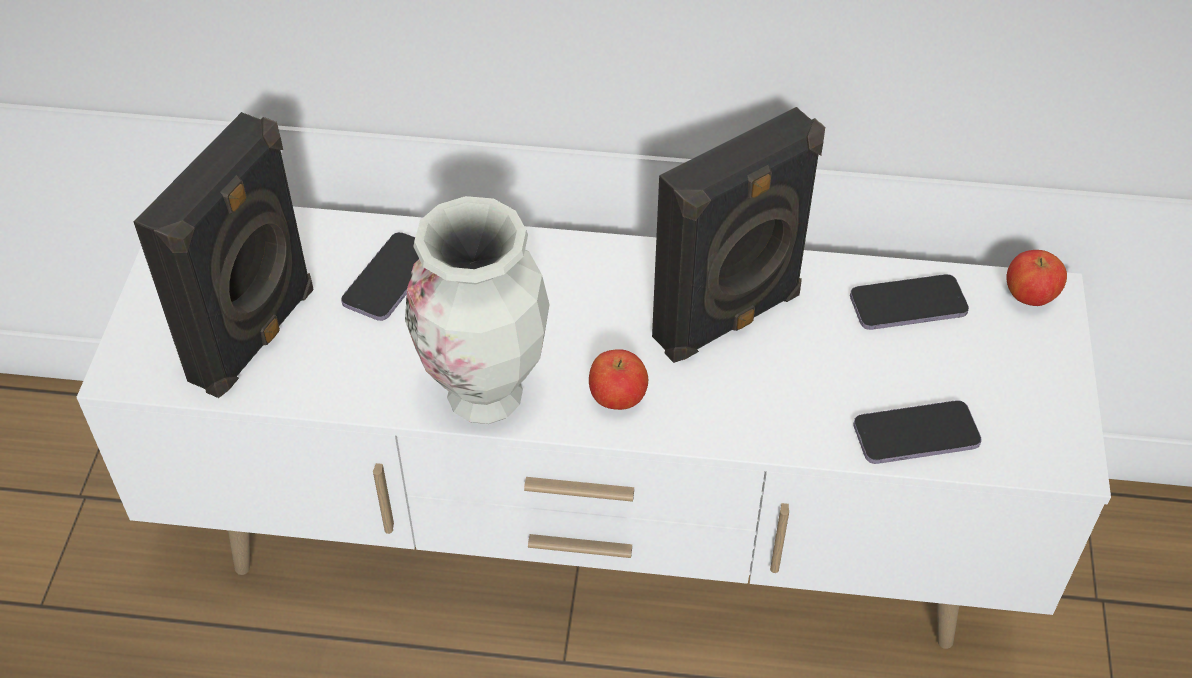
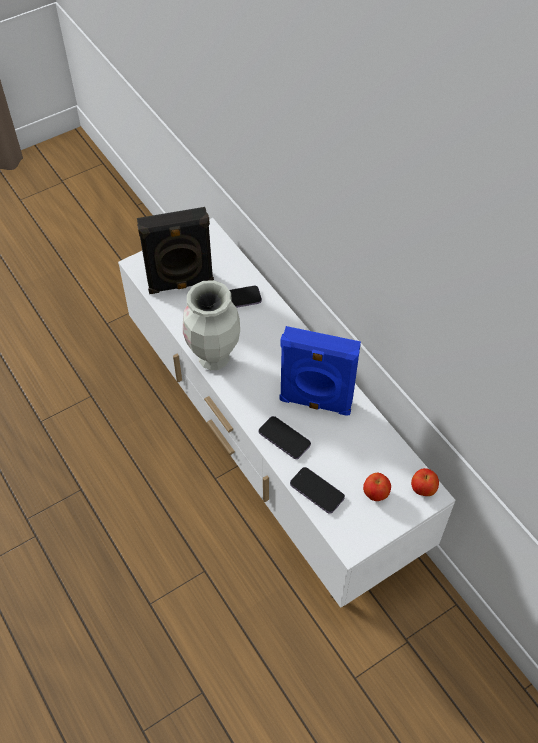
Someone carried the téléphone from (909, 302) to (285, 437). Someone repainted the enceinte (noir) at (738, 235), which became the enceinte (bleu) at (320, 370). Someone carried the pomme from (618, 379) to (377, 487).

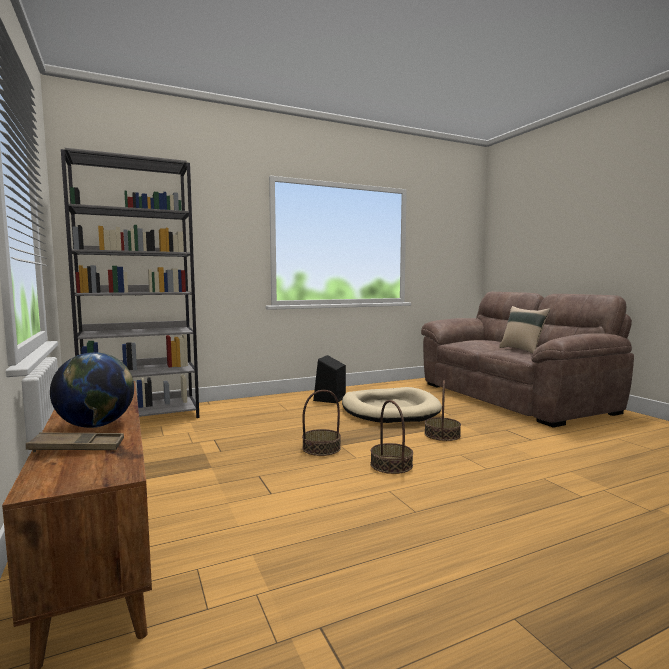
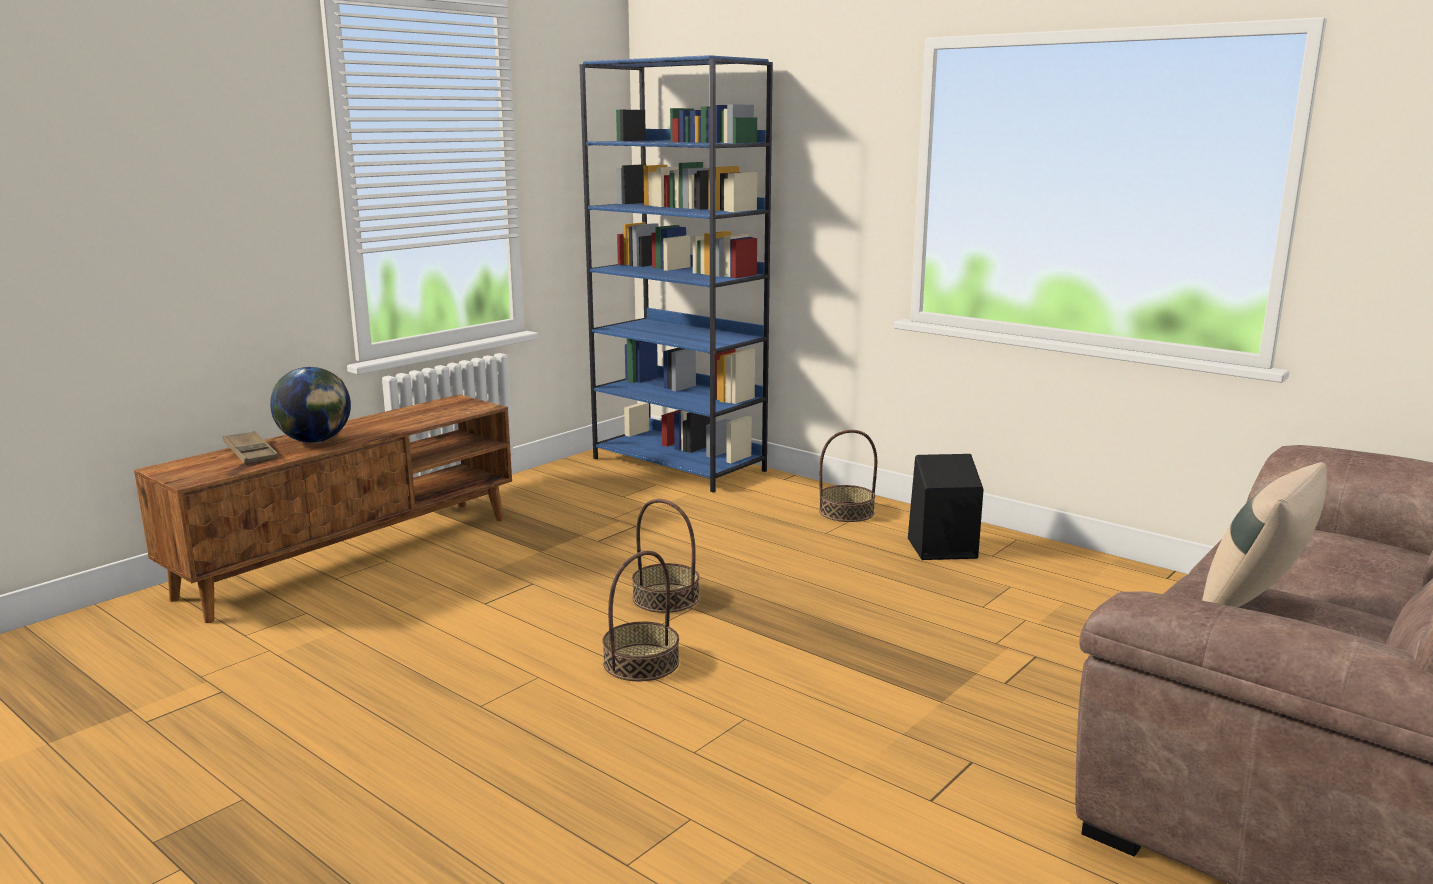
Someone repainted the bibliothèque (gris) at (130, 283), which became the bibliothèque (bleu) at (676, 274). Someone carried the panier from (442, 410) to (848, 476). Someone took away the panier pour chien (beige) at (392, 405).

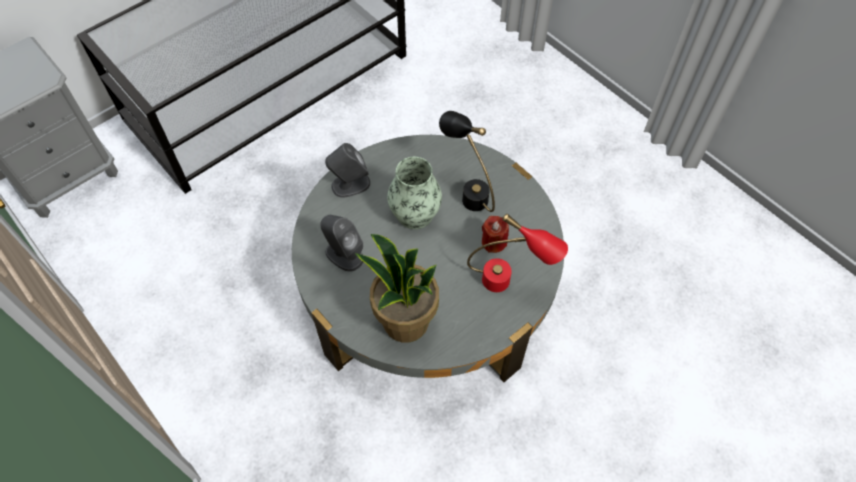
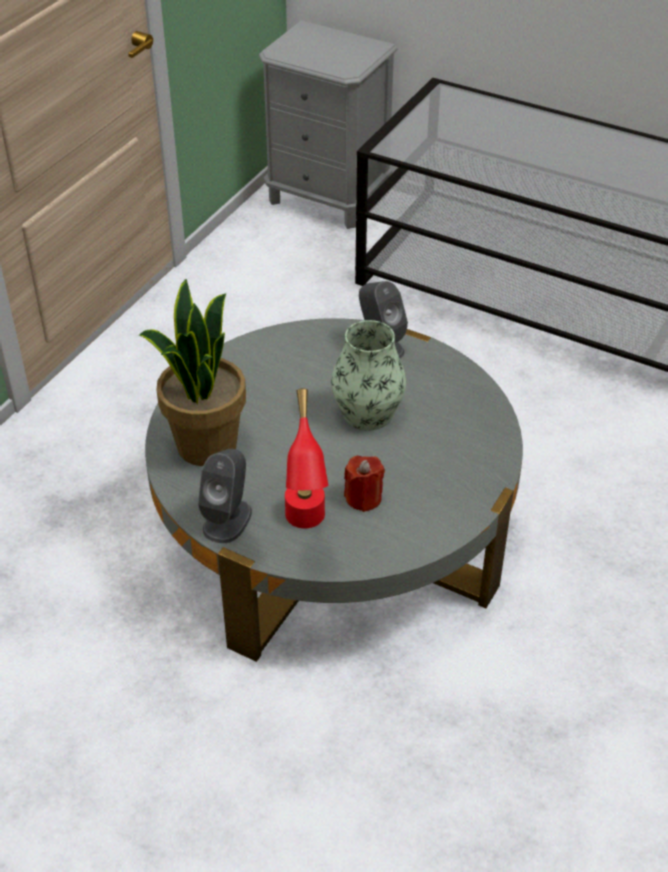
Someone carried the enceinte (gris) from (341, 243) to (225, 496). Someone took away the lampe de table (noir) at (467, 161).

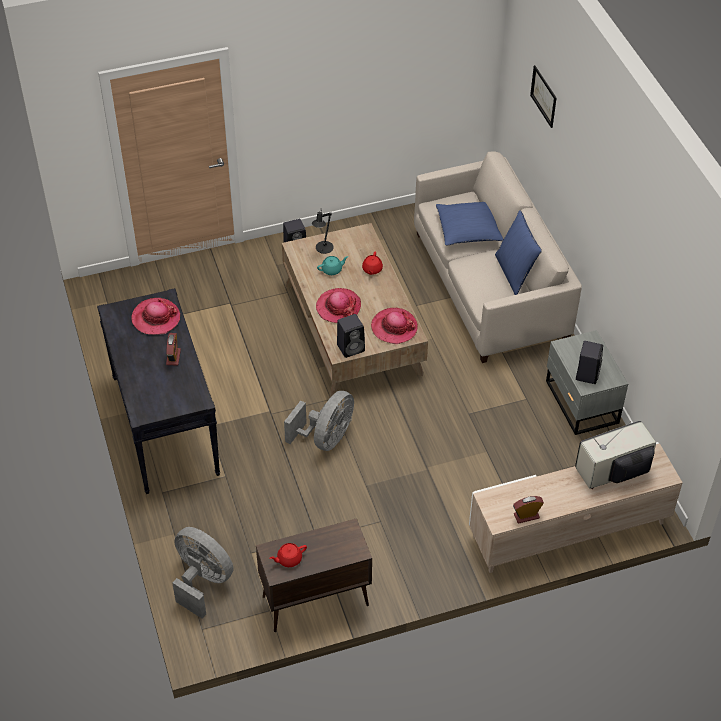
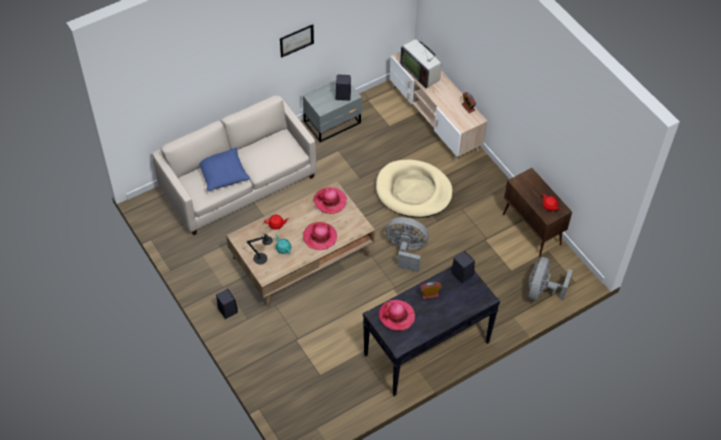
Someone carried the tableau from (543, 96) to (297, 41). Someone put down the panier pour chien (beige) at (414, 188). Someone carried the enceinte (noir) from (351, 336) to (463, 267). Someone took away the coussin (bleu) at (518, 252).

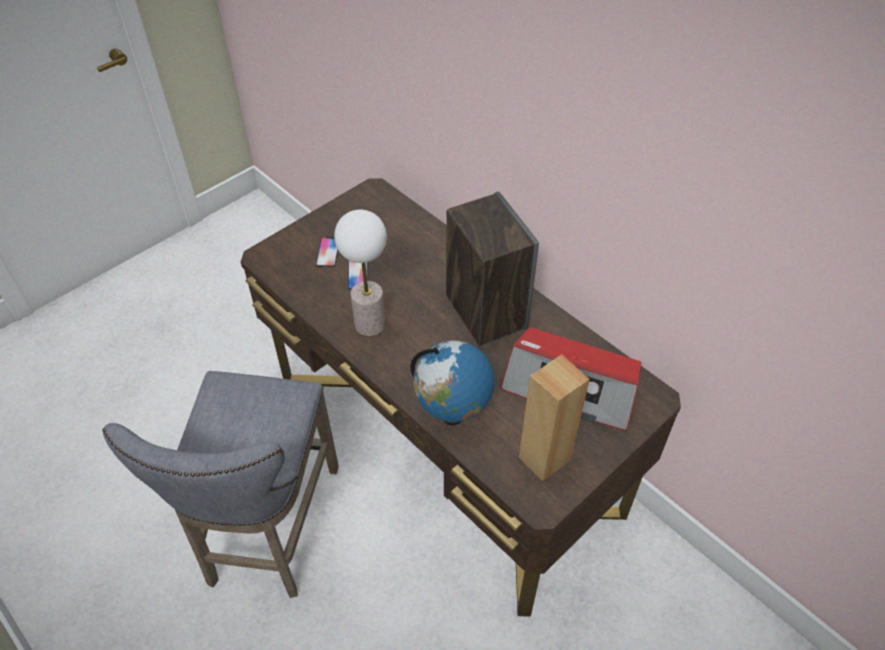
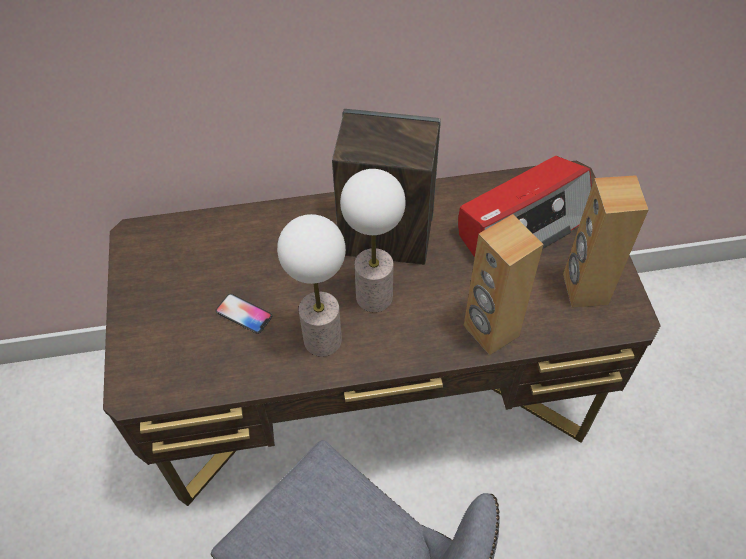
Someone put down the lampe de table at (373, 240). Someone swapped the globe at (453, 383) for the enceinte (marron) at (504, 284). Someone took away the téléphone at (326, 252).

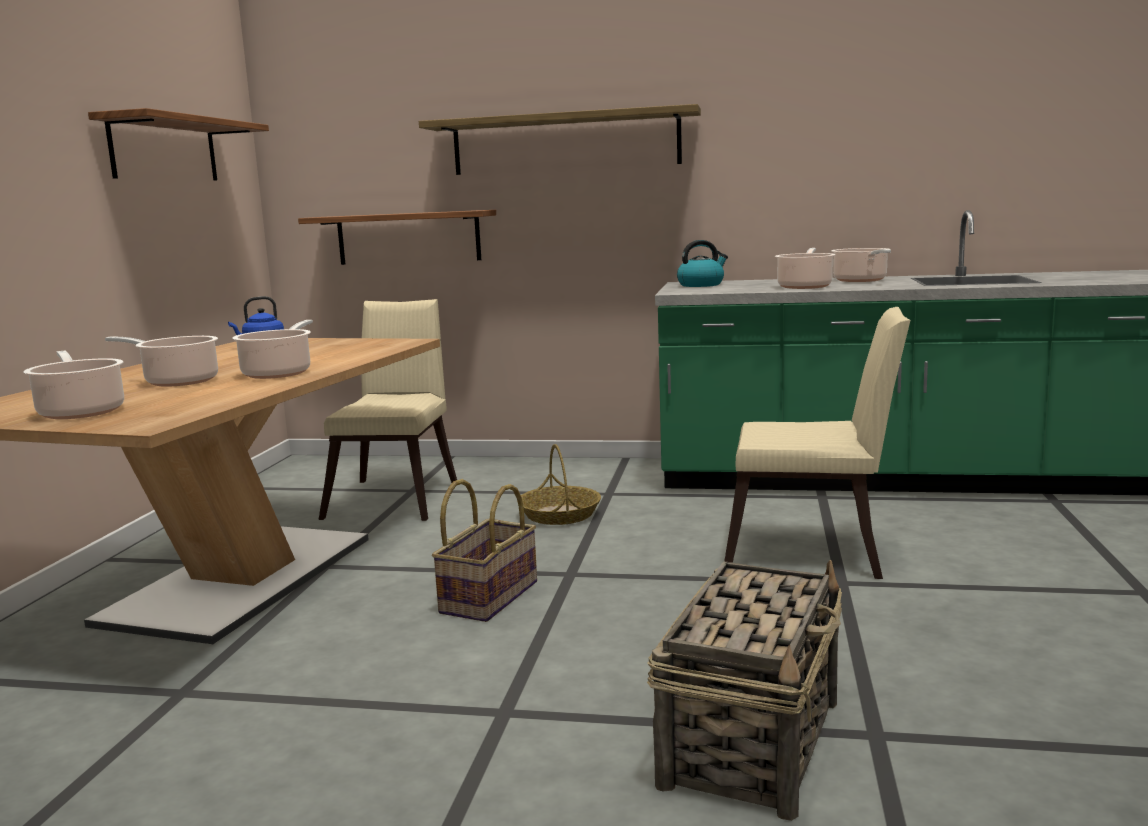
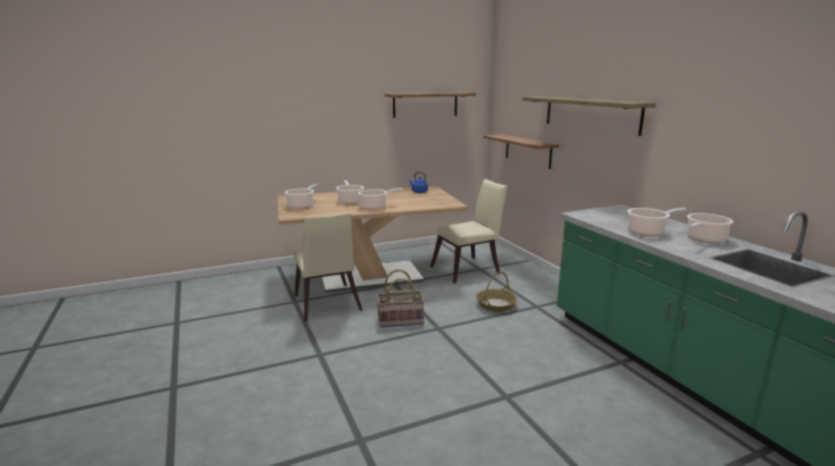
Someone carried the chaise (beige) from (817, 443) to (328, 267). Someone took away the panier at (744, 690). Someone took away the bouilloire at (702, 263).

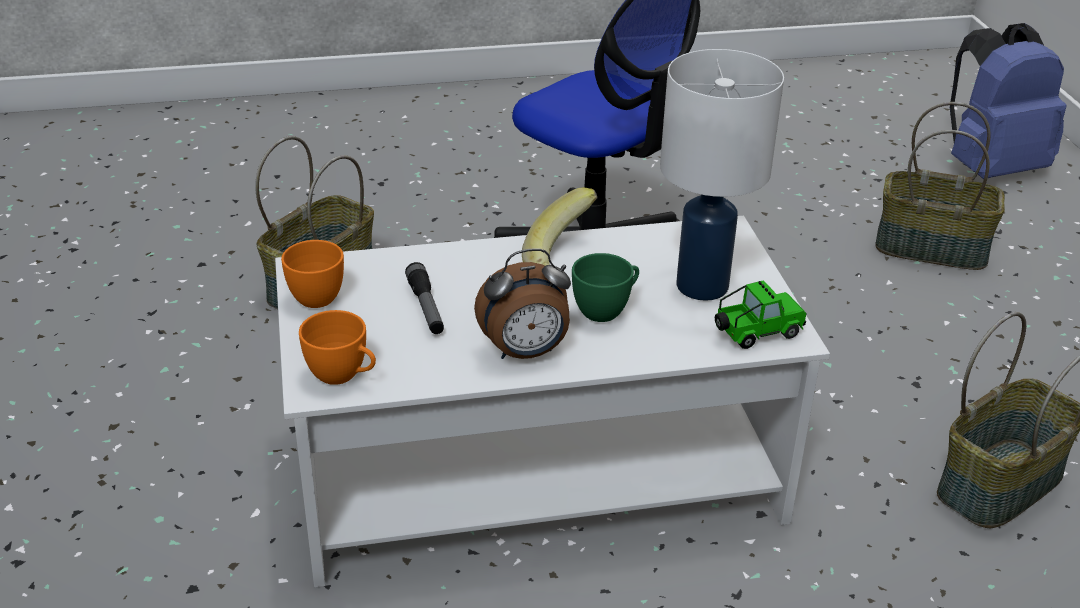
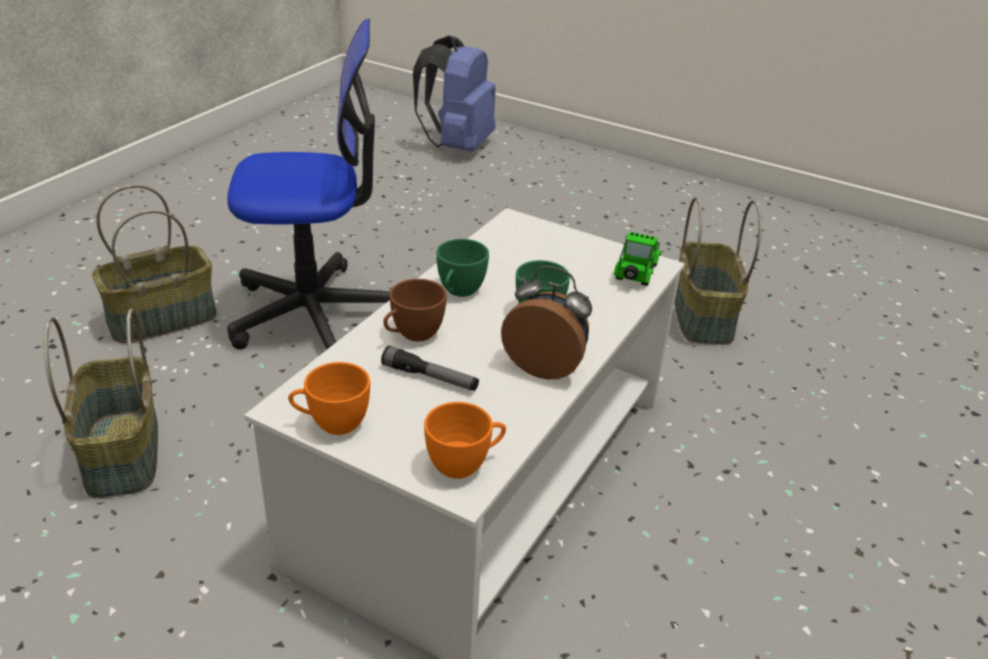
Someone carried the panier from (940, 186) to (154, 264). Someone put down the tasse (marron) at (415, 310). Someone swapped the banane at (560, 226) for the tasse (vert) at (462, 268). Someone rotated the réveil at (522, 303) by 90 degrees counterclockwise. Someone took away the lampe de table (blanc) at (722, 175).

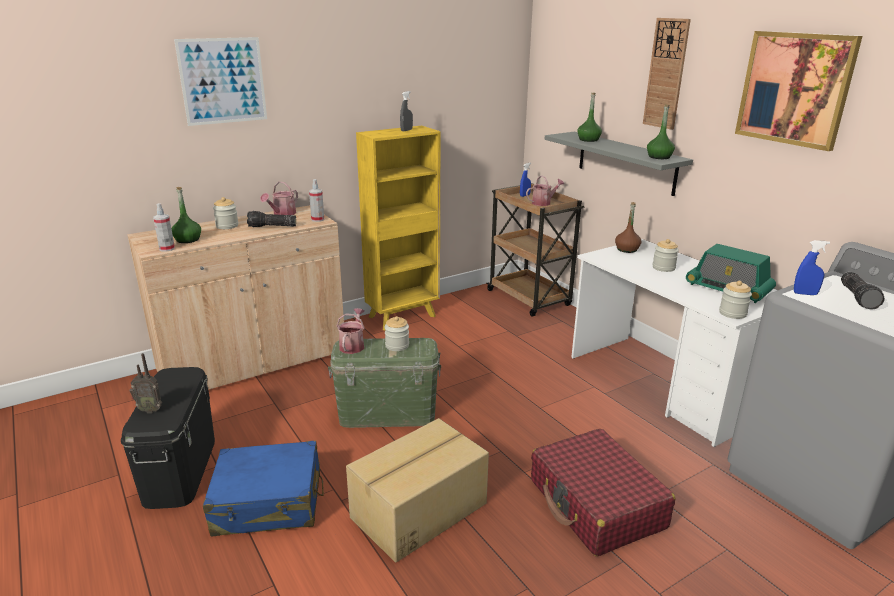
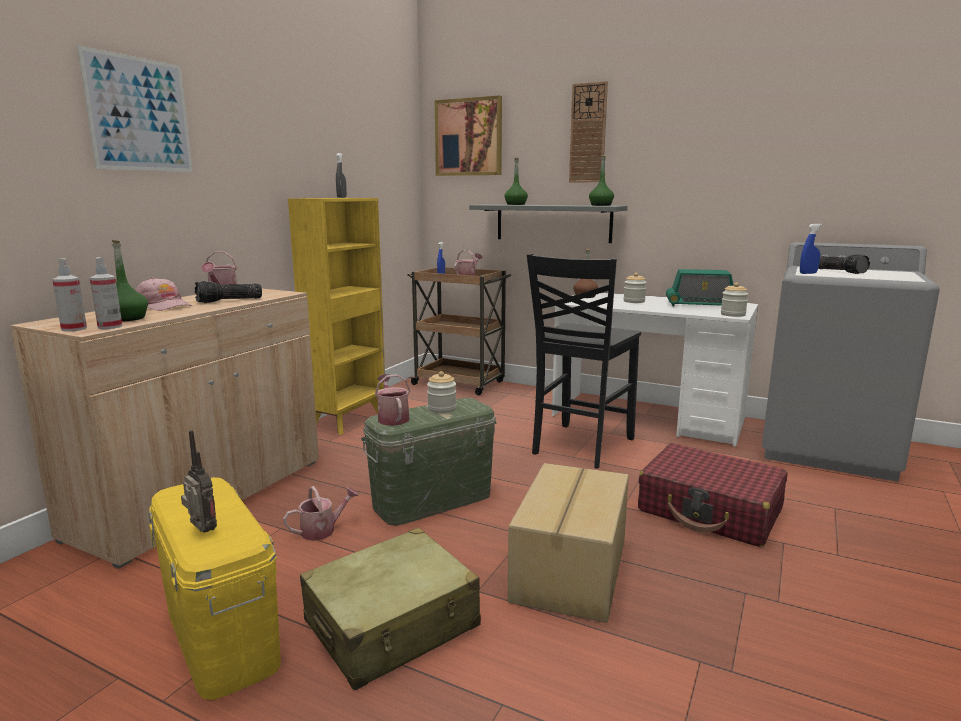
Someone carried the vaporisateur from (316, 200) to (69, 294). Someone swapped the bocal at (225, 213) for the casquette (rose) at (163, 294). Someone repainted the boîte de rangement (noir) at (168, 438), which became the boîte de rangement (jaune) at (214, 588). Someone rotated the radio at (146, 383) by 105 degrees counterclockwise. Someone put down the arrosoir at (321, 513). Someone repainted the valise (bleu) at (263, 488), which became the valise (beige) at (390, 608). Someone carried the tableau from (798, 91) to (468, 135). Someone put down the chaise (noir) at (584, 361).

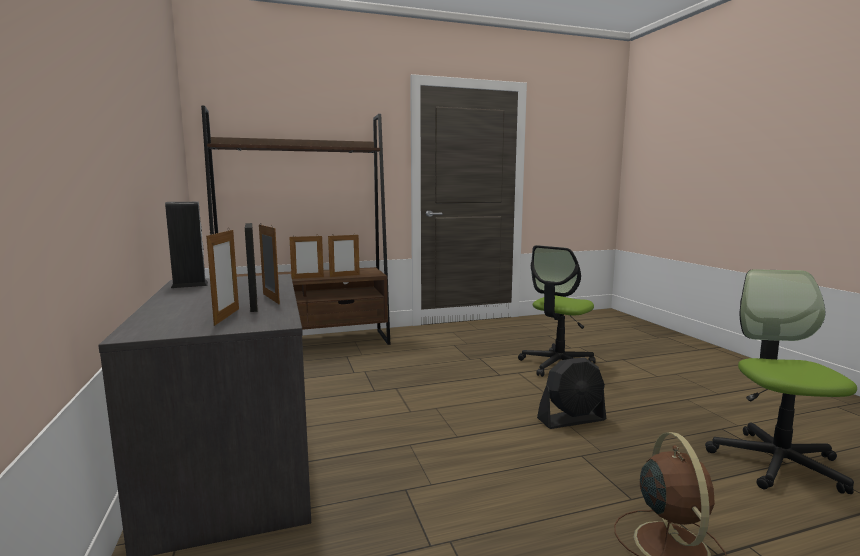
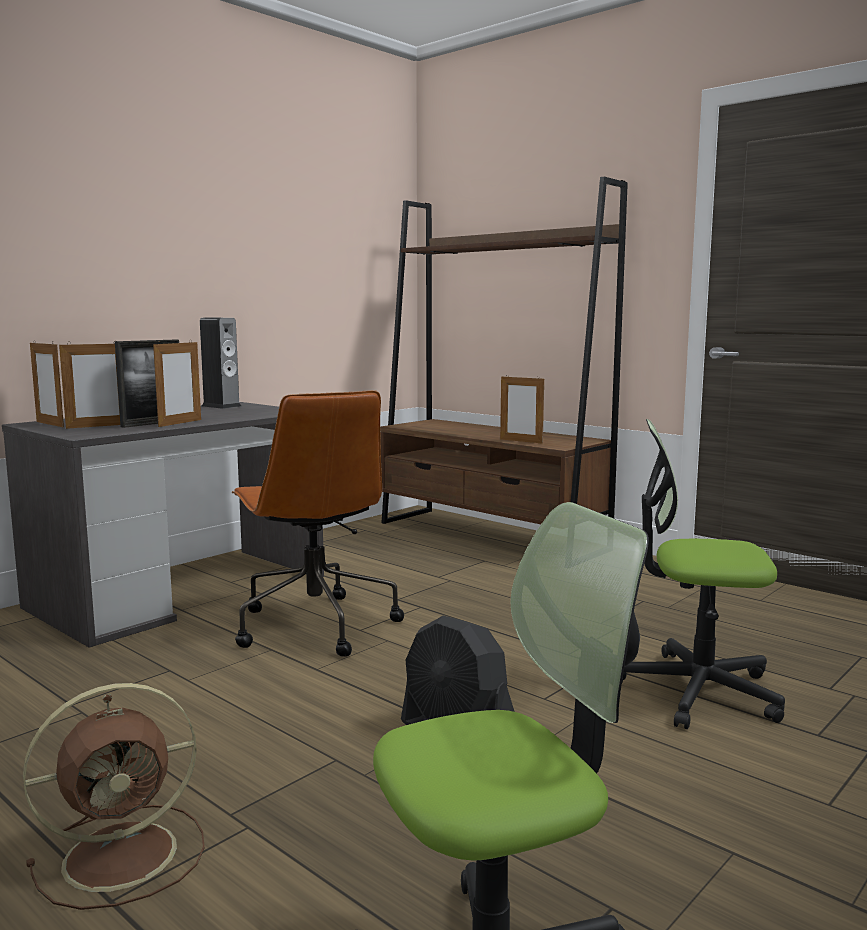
Someone carried the cadre photo from (306, 257) to (47, 384). Someone put down the chaise de bureau (marron) at (318, 523).

